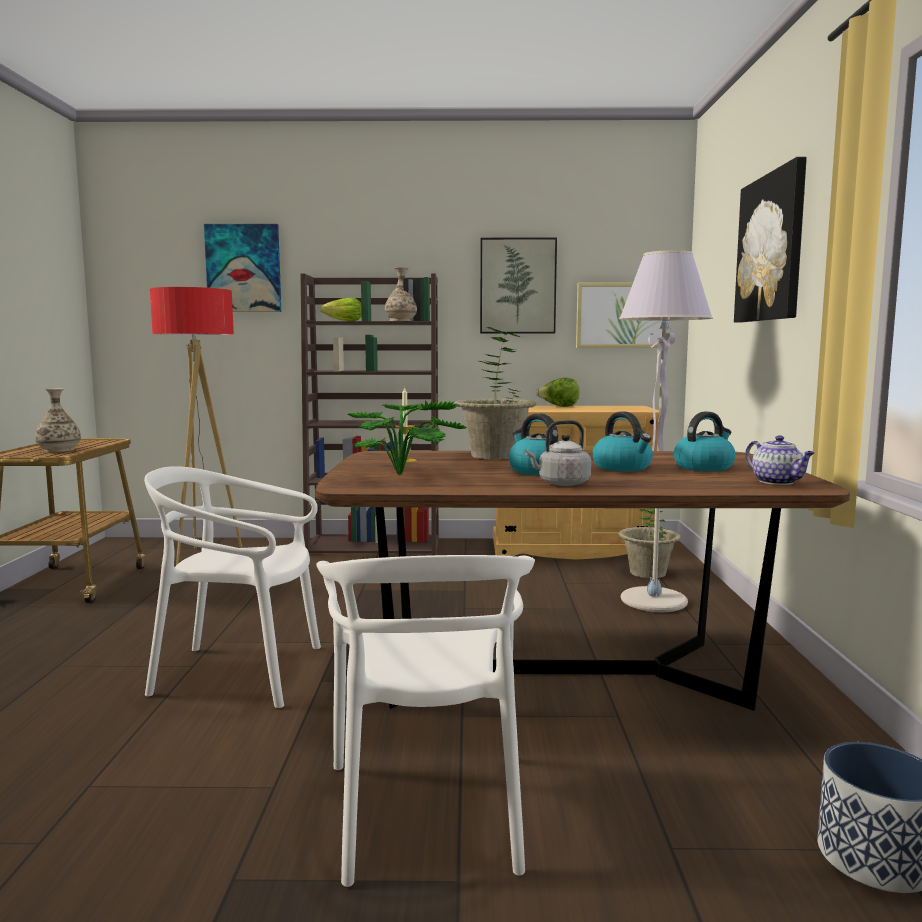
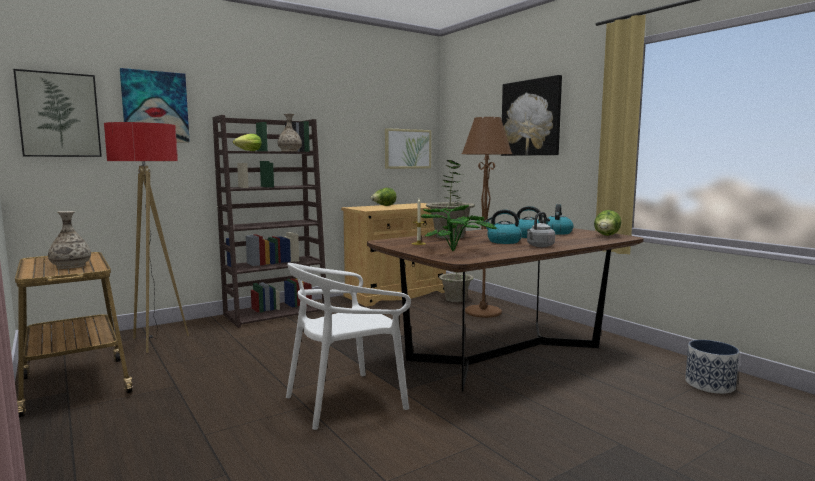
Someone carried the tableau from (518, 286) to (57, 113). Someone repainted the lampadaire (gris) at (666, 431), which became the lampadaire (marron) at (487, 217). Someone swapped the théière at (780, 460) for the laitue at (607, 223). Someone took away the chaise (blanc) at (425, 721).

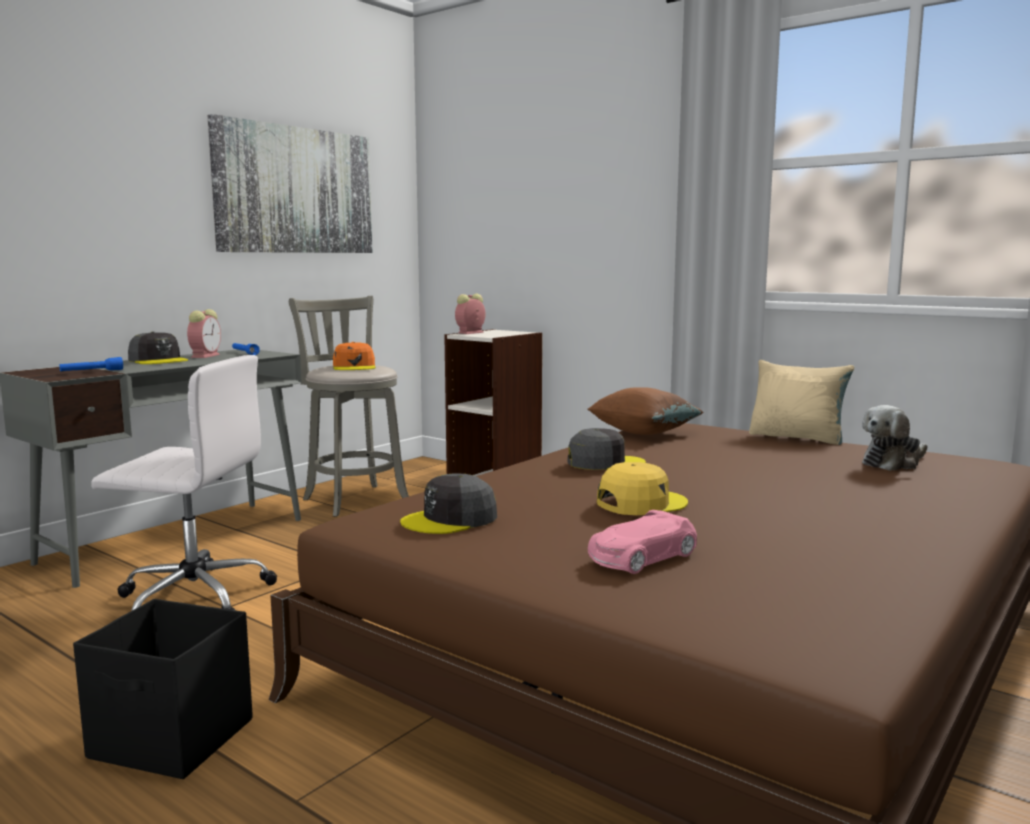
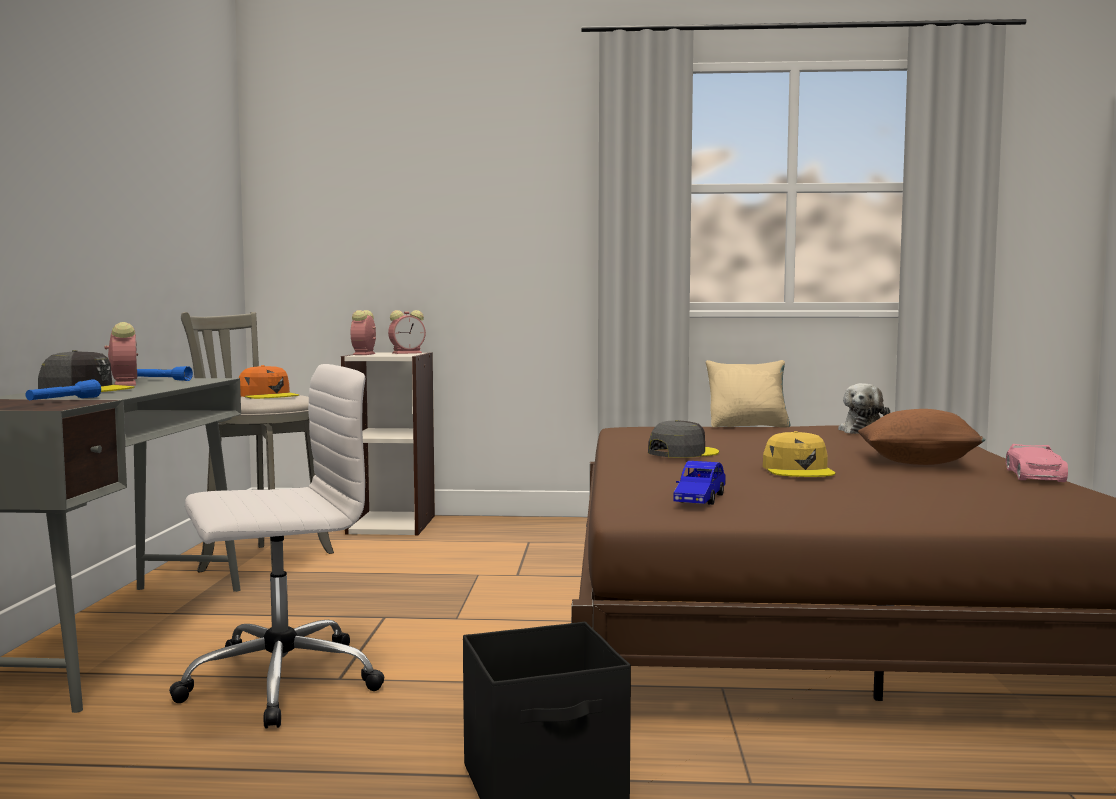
Someone put down the réveil at (407, 332). Someone swapped the casquette (gris) at (448, 504) for the petite voiture (bleu) at (699, 483). Someone rotated the casquette (jaune) at (642, 488) by 150 degrees clockwise. Someone carried the coussin (marron) from (645, 411) to (922, 437). Someone carried the petite voiture (rose) from (642, 542) to (1037, 463). Someone took away the tableau at (290, 183).

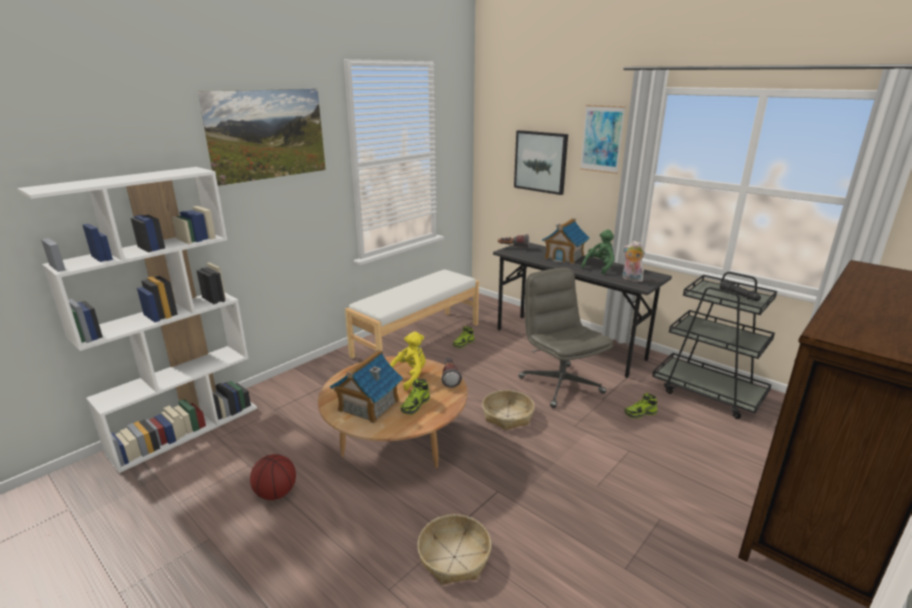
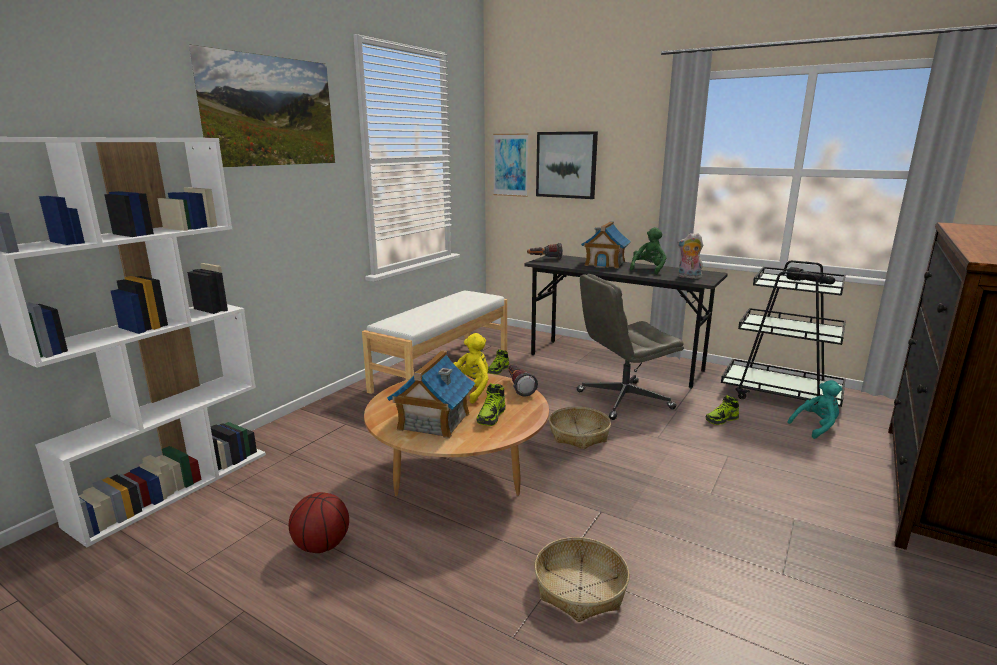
Someone carried the tableau from (603, 139) to (510, 165). Someone rotated the chaise de bureau (gris) at (565, 337) by 75 degrees counterclockwise. Someone put down the peluche (turquoise) at (814, 409).

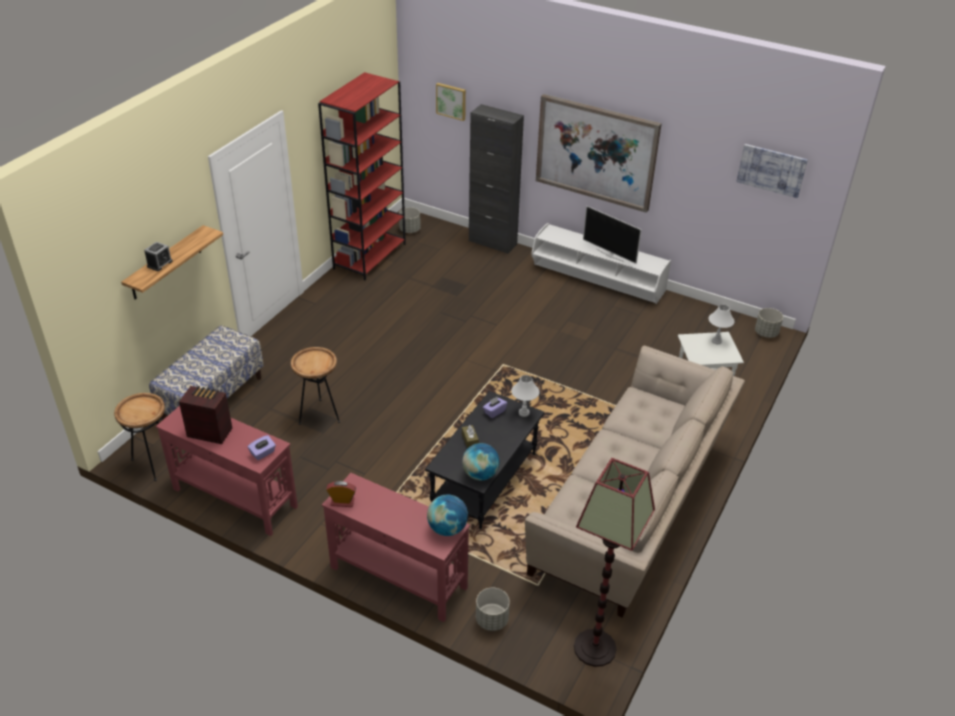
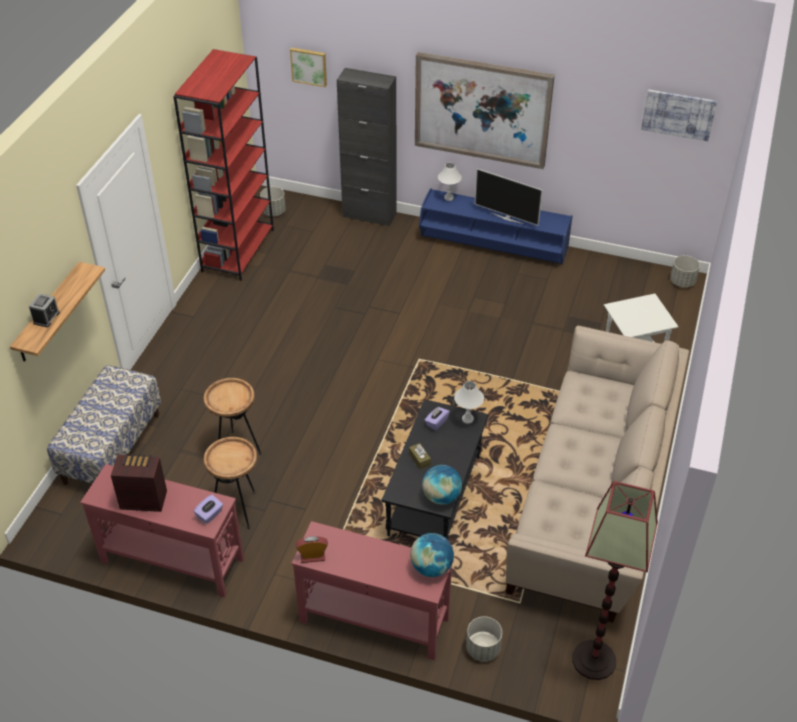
Someone carried the table d'appoint (marron) from (144, 437) to (230, 483). Someone repainted the meuble télé (blanc) at (601, 263), which became the meuble télé (bleu) at (496, 226). Someone carried the lampe de table (blanc) from (721, 324) to (450, 182).

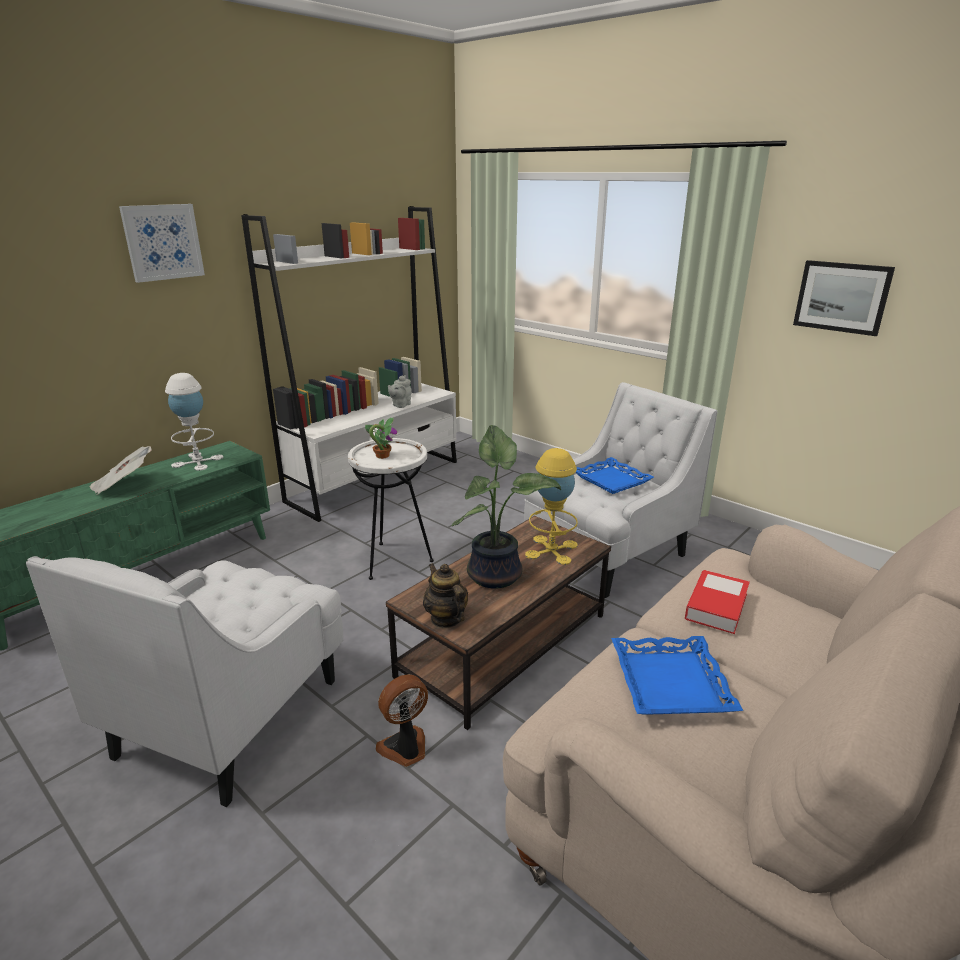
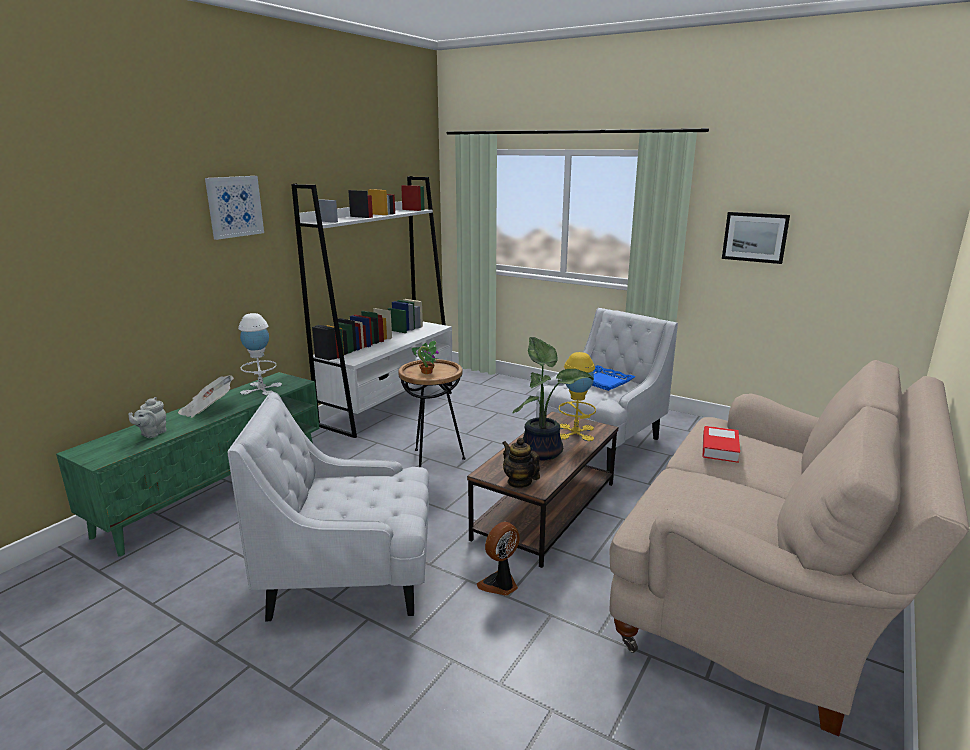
Someone carried the théière (gris) from (400, 391) to (147, 417). Someone rotated the fauteuil (blanc) at (185, 681) by 75 degrees clockwise. Someone repainted the table d'appoint (blanc) at (391, 509), which became the table d'appoint (marron) at (432, 413). Someone took away the plateau (bleu) at (677, 675).

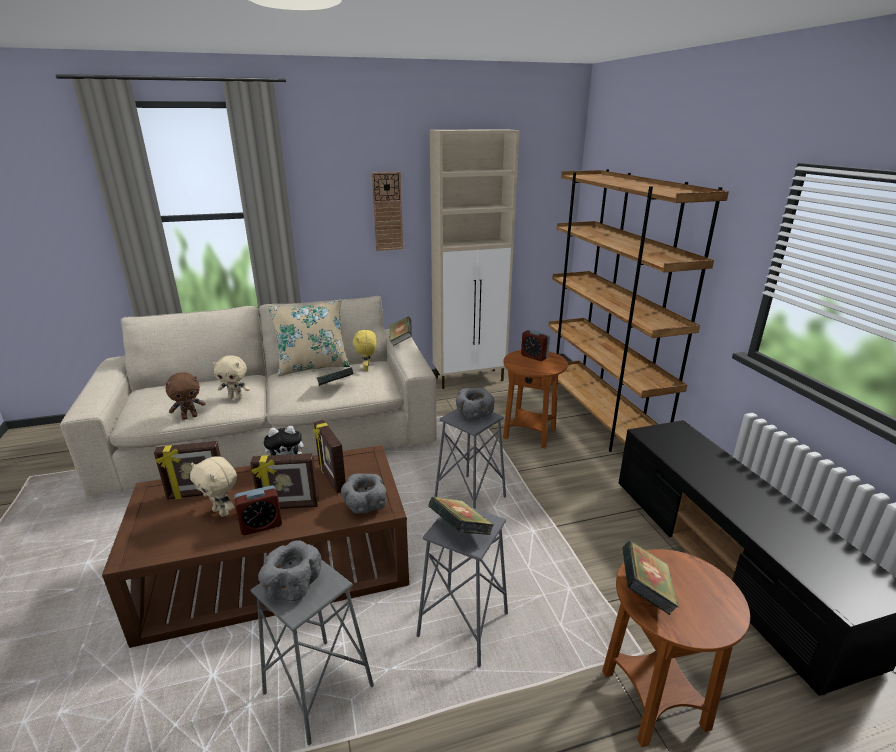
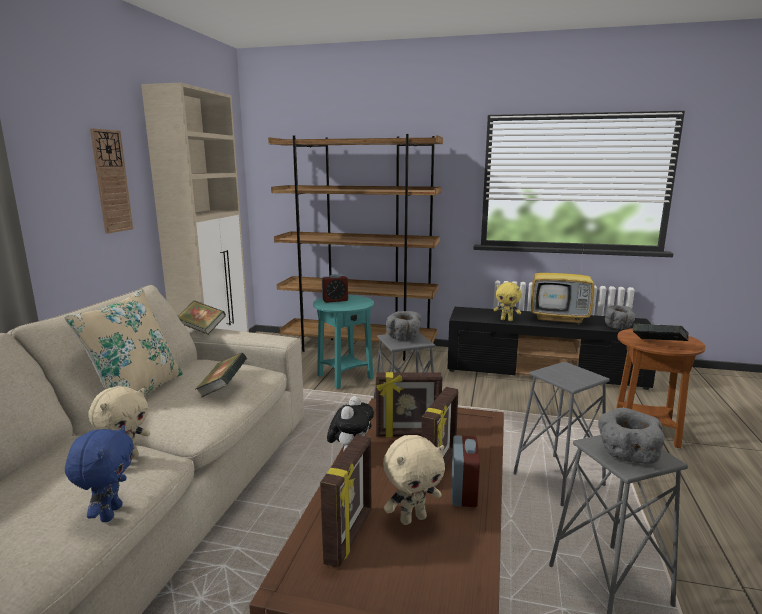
Someone repainted the peluche (marron) at (186, 396), which became the peluche (bleu) at (99, 473). Someone repainted the table d'appoint (marron) at (535, 399), which became the table d'appoint (turquoise) at (343, 342). Someone carried the peluche (jaune) from (365, 350) to (507, 301). Someone put down the téléviseur at (563, 285). Someone carried the bol (gris) from (363, 493) to (620, 317). Someone took away the livre at (461, 516).

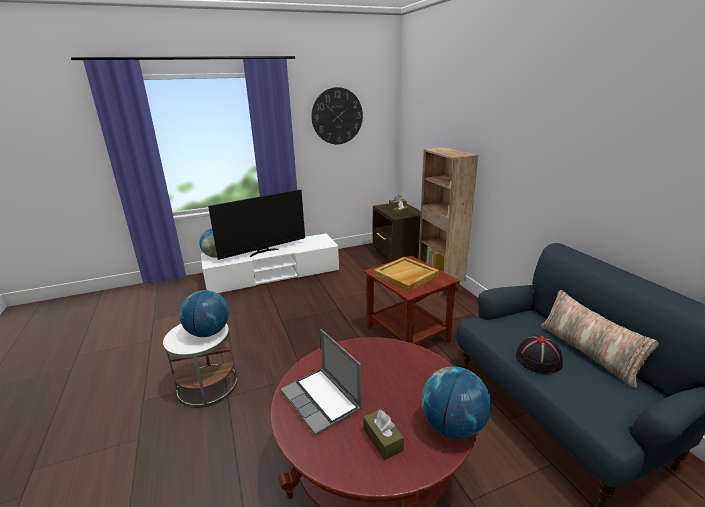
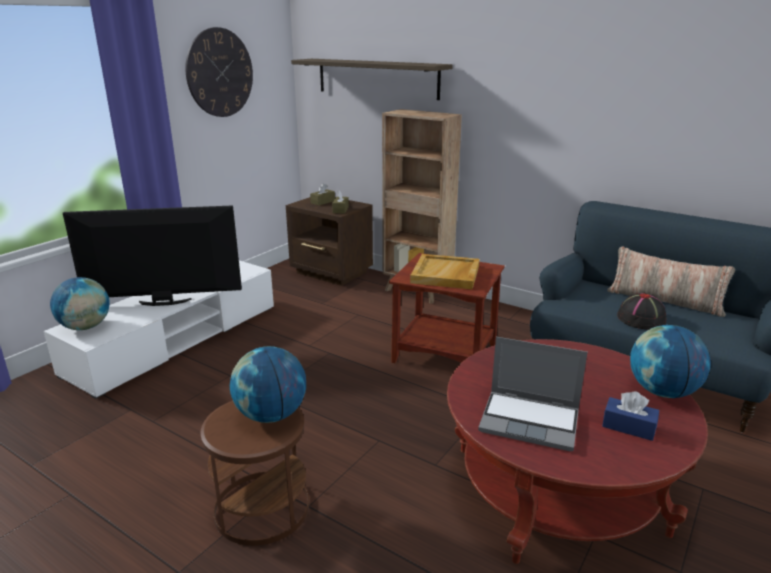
Someone rotated the téléviseur at (256, 224) by 120 degrees counterclockwise. Someone repainted the table d'appoint (blanc) at (200, 365), which became the table d'appoint (marron) at (255, 473). Someone put up the étagère at (372, 79). Someone repainted the boîte à mouchoirs (marron) at (383, 434), which became the boîte à mouchoirs (bleu) at (630, 416).

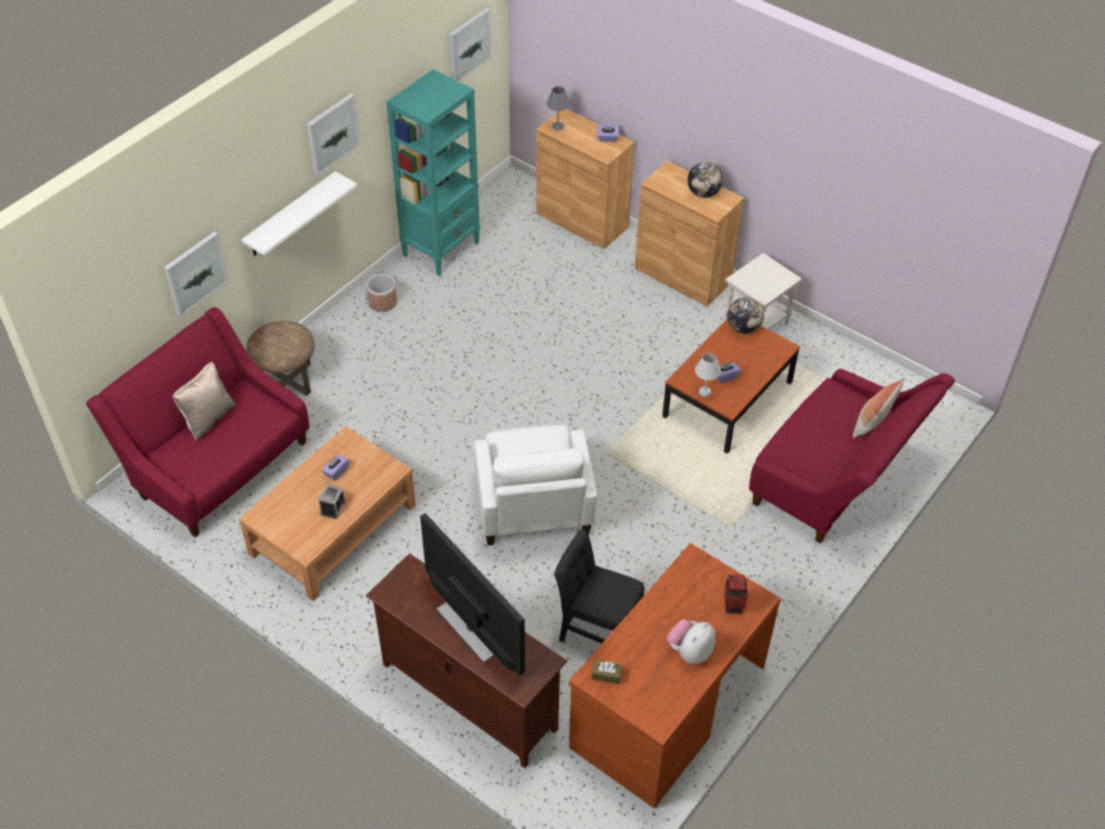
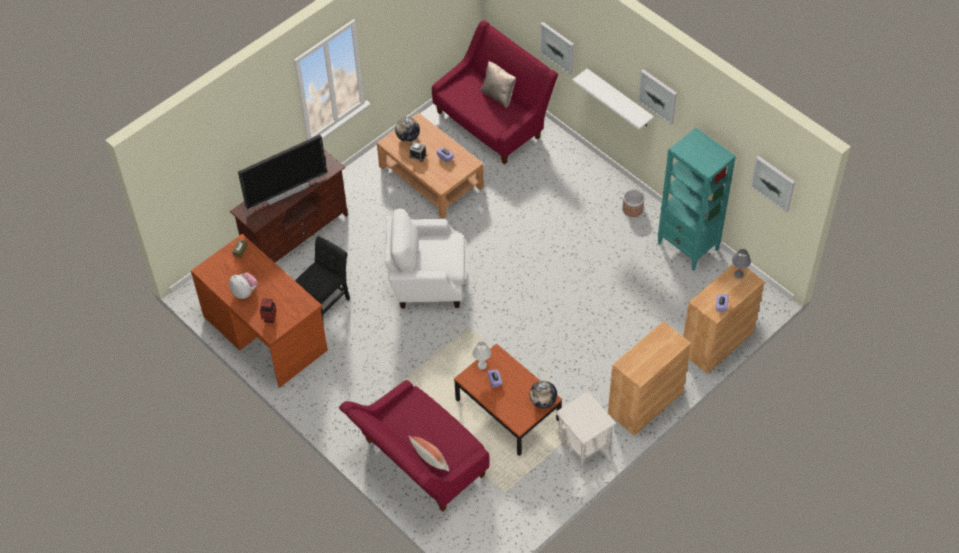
Someone carried the globe from (705, 180) to (407, 129). Someone took away the table d'appoint (marron) at (280, 358).

